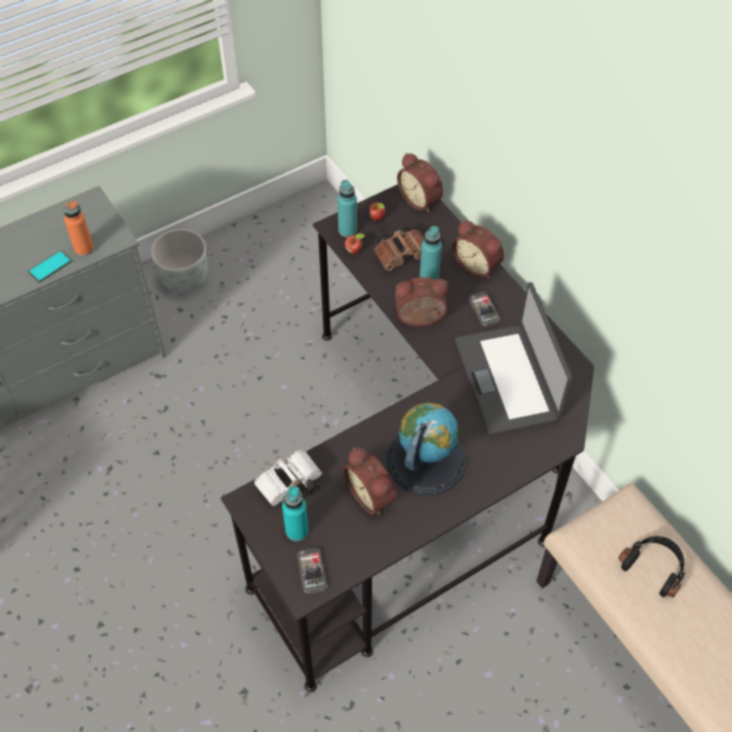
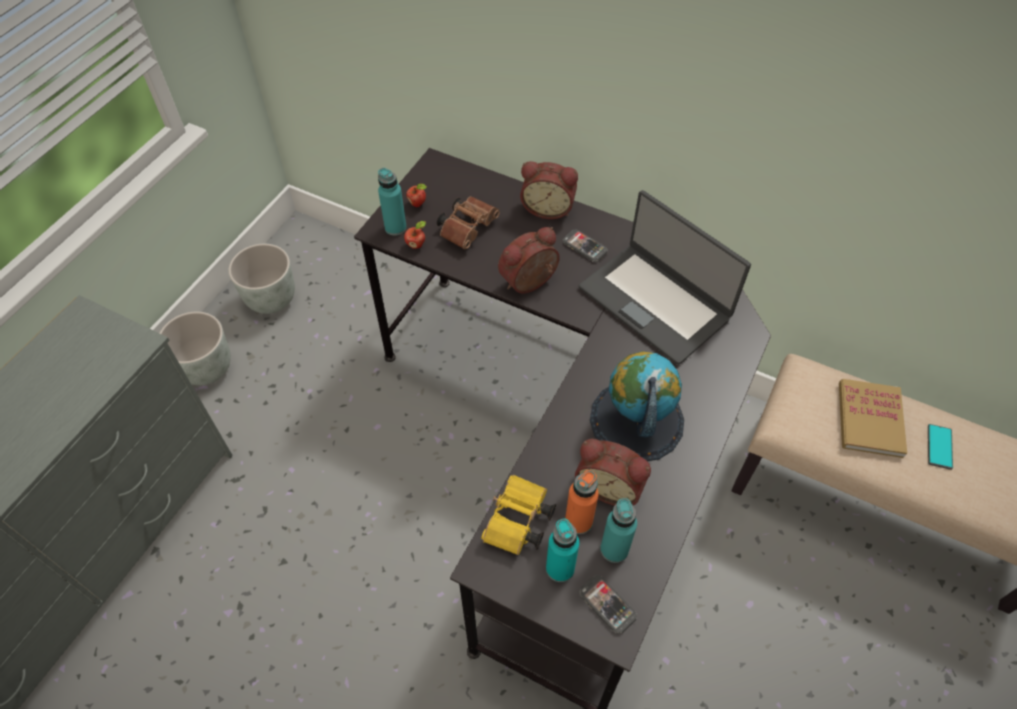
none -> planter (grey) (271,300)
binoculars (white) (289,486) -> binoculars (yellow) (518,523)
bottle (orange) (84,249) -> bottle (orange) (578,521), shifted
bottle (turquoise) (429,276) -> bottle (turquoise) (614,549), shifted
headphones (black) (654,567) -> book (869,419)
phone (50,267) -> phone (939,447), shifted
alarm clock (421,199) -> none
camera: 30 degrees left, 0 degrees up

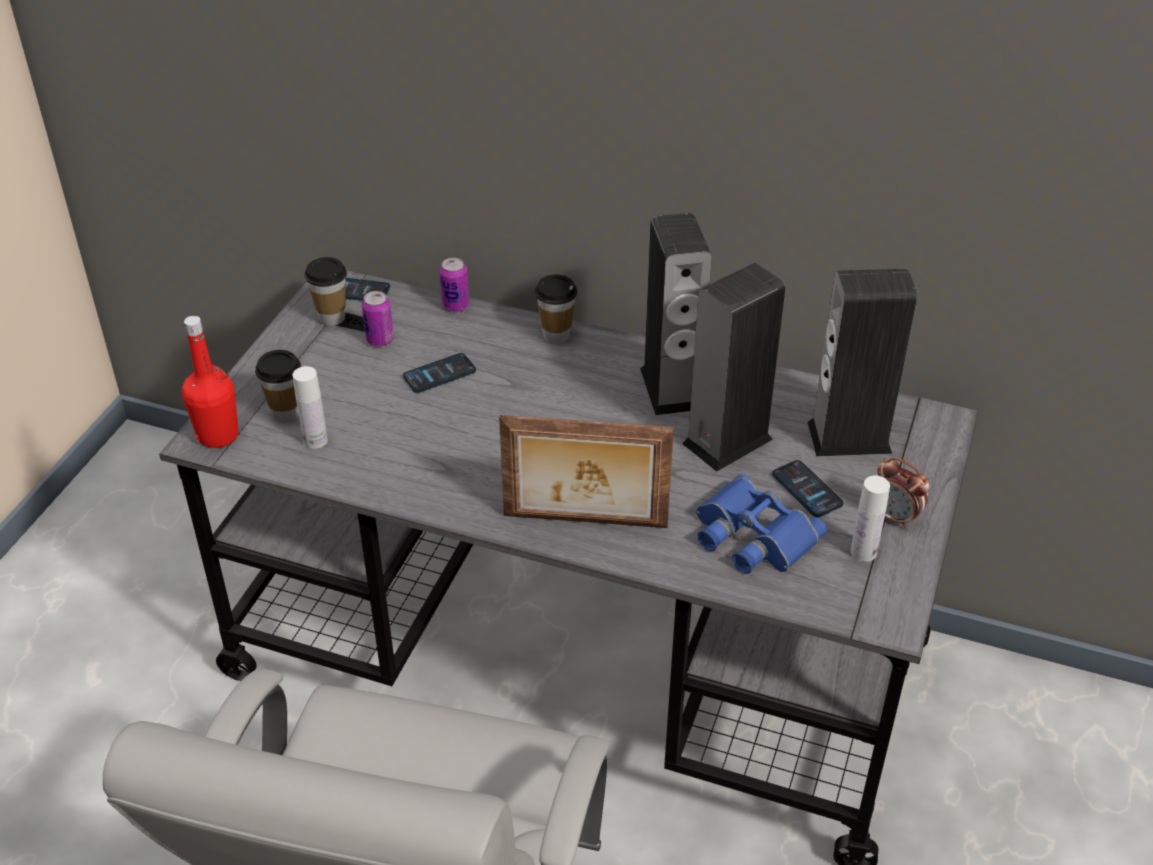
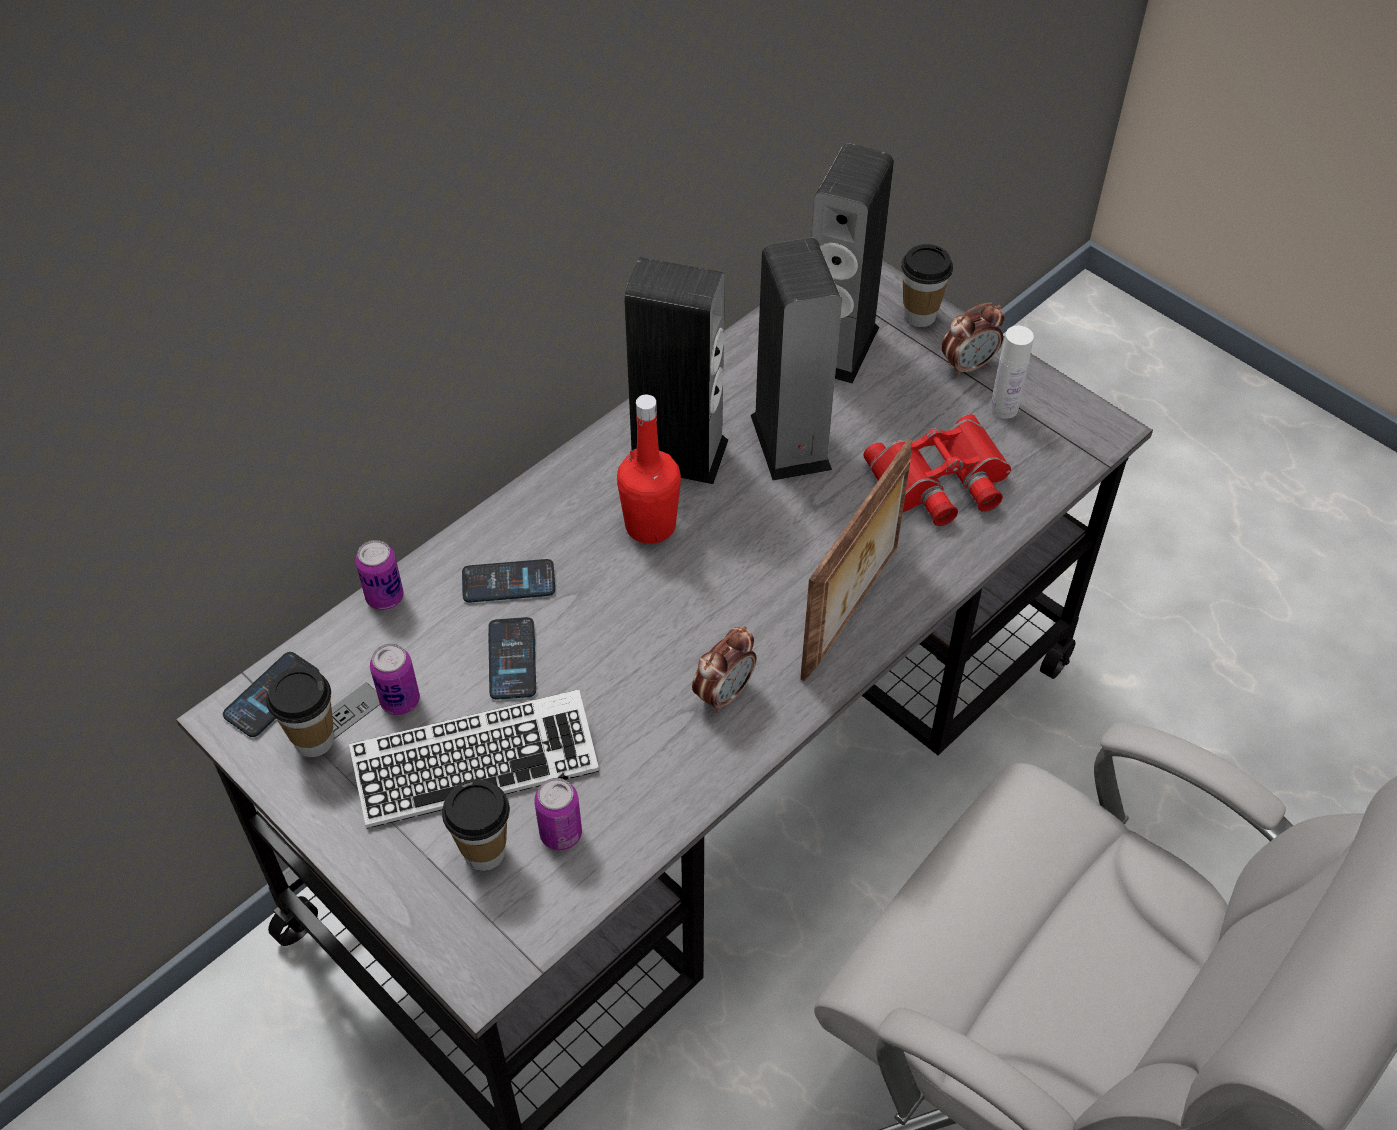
none -> keyboard (476,765)
phone (807,489) -> phone (508,582), shifted
bottle (white) (315,440) -> can (561,834)
bottle (red) (218,435) -> bottle (red) (650,525), shifted
none -> alarm clock (724,694)
binoculars (blue) (751,536) -> binoculars (red) (941,482)
cup (556,335) -> cup (919,316), shifted
camera: 65 degrees left, 10 degrees up

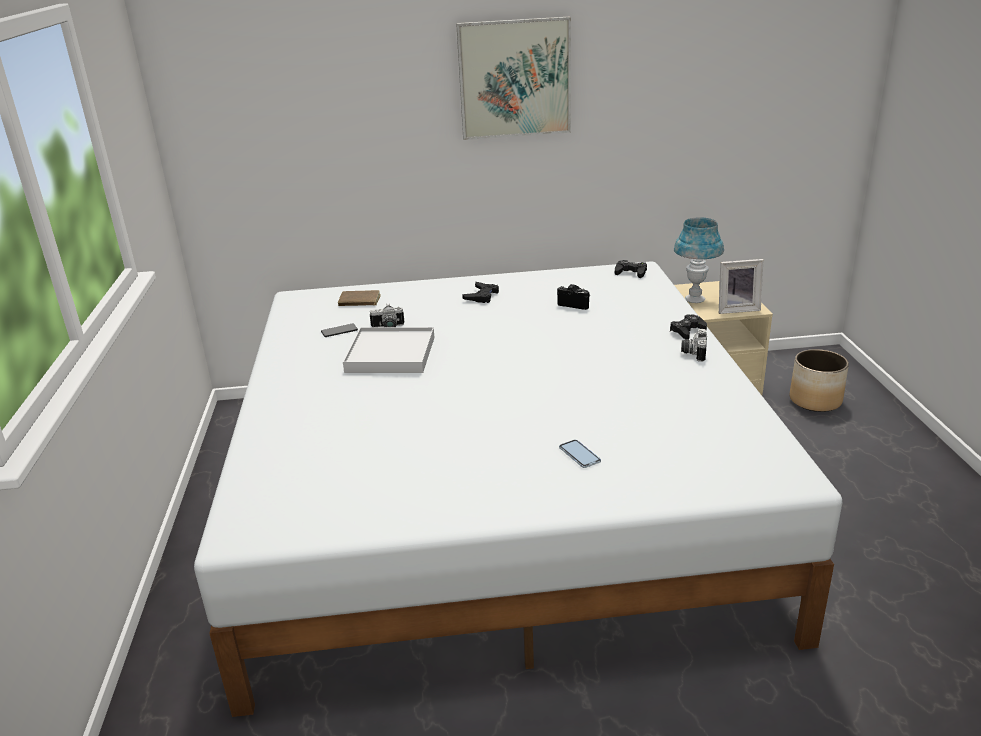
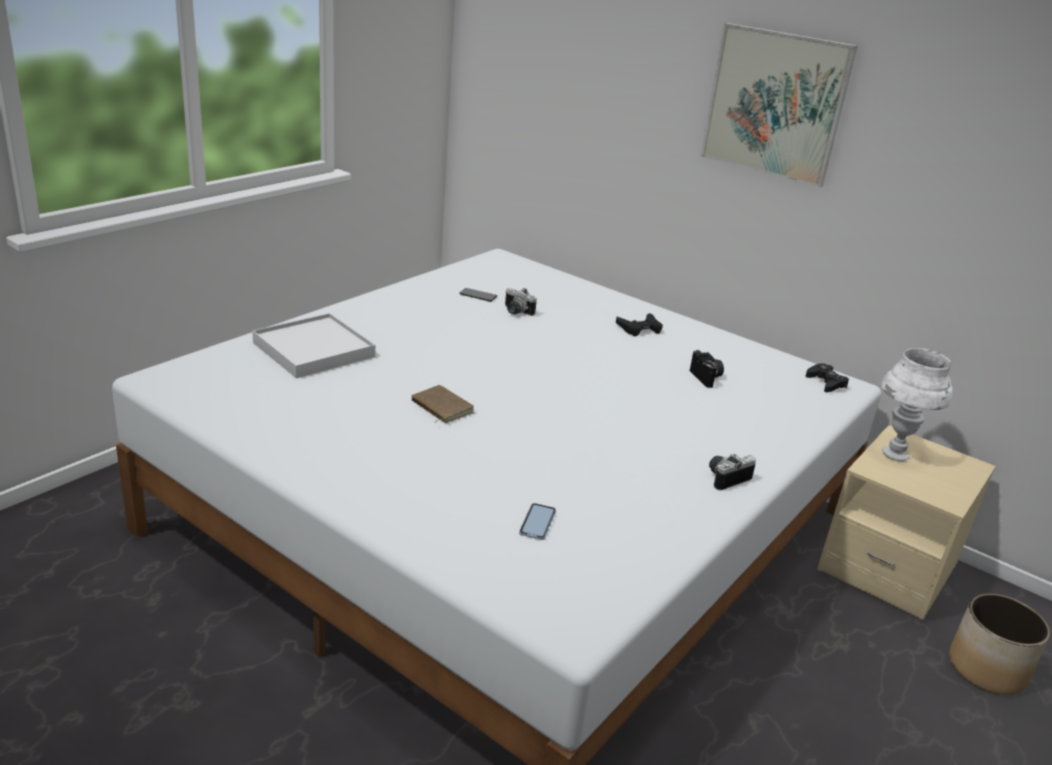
tray (white) (390,354) -> tray (white) (313,350), shifted
book (brown) (359,301) -> book (brown) (440,408), shifted
phone (579,455) -> phone (537,522), shifted
table lamp (blue) (694,299) -> table lamp (white) (895,454)
game controller (black) (687,331) -> none
picture frame (736,309) -> none
camera: 40 degrees right, 0 degrees up

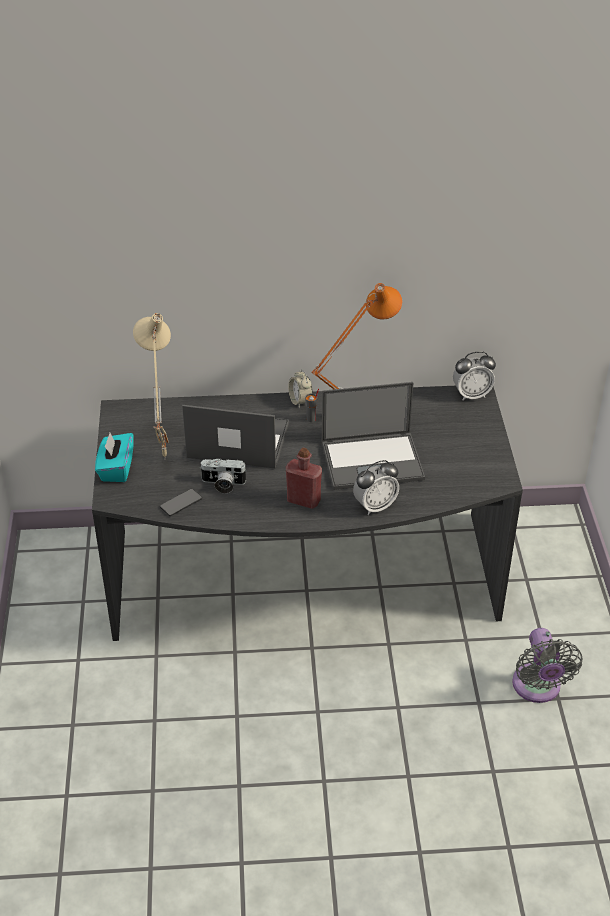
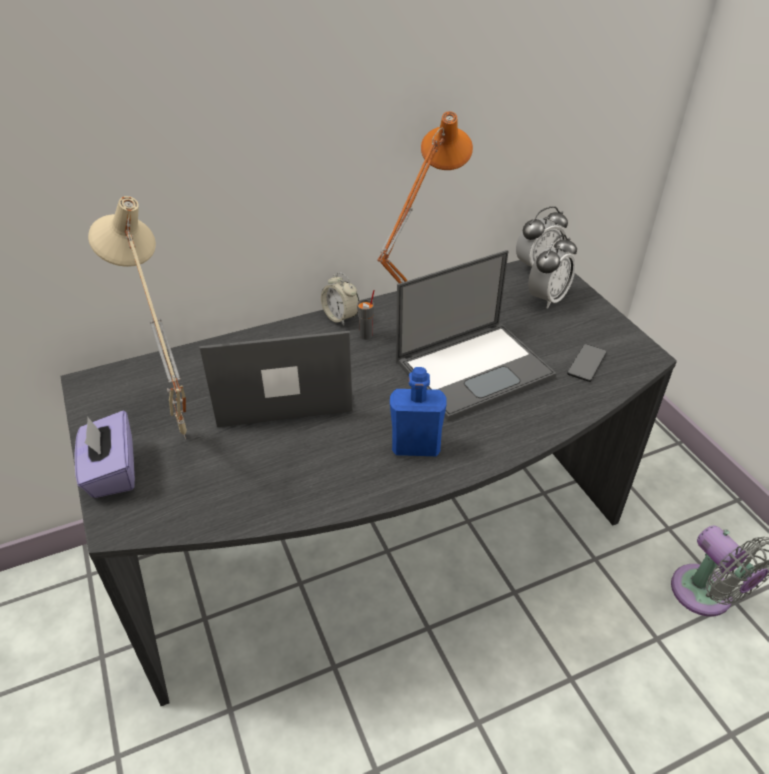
tissue box (turquoise) (116,469) -> tissue box (purple) (112,472)
bottle (red) (303,500) -> bottle (blue) (416,447)
alarm clock (375,506) -> alarm clock (547,298), shifted
phone (181,503) -> phone (586,363), shifted
photo camera (223,484) -> none
camera: 20 degrees left, 0 degrees up

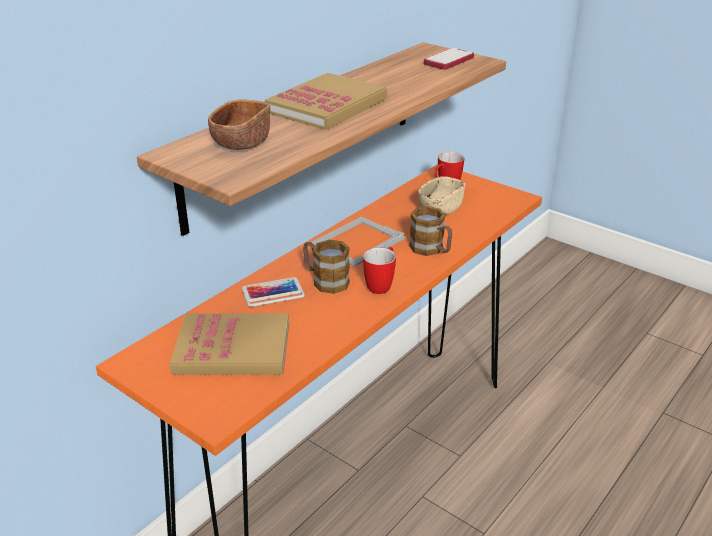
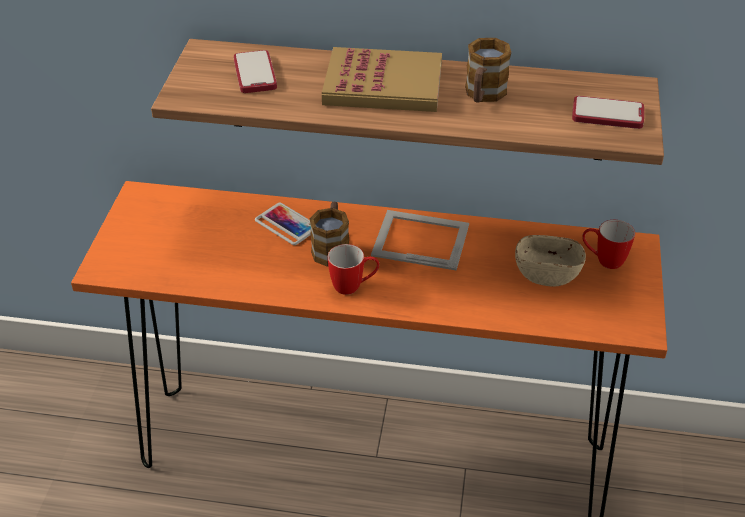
bowl (brown) (242,142) -> phone (255,73)
mug (431,250) -> mug (483,95), shifted
book (232,349) -> none
camera: 60 degrees right, 10 degrees up

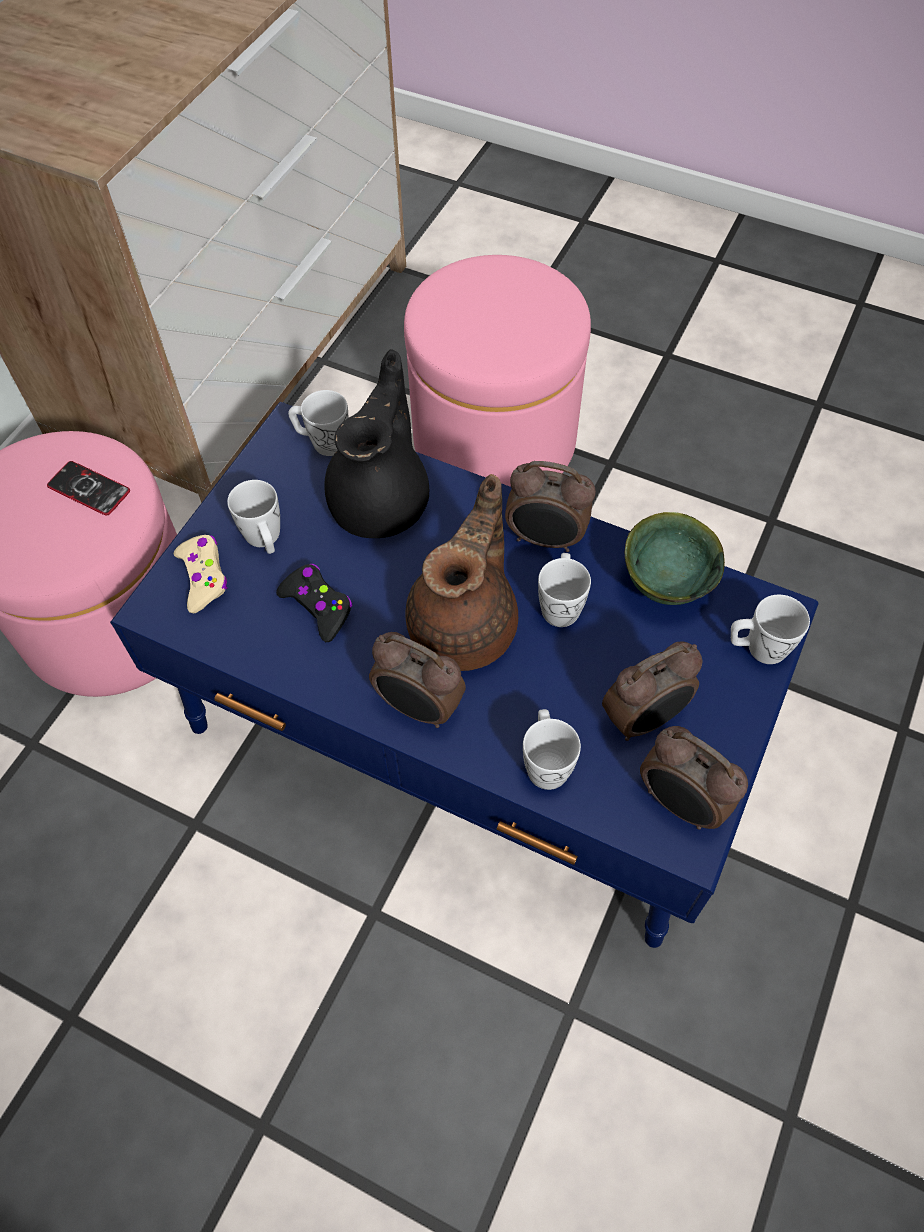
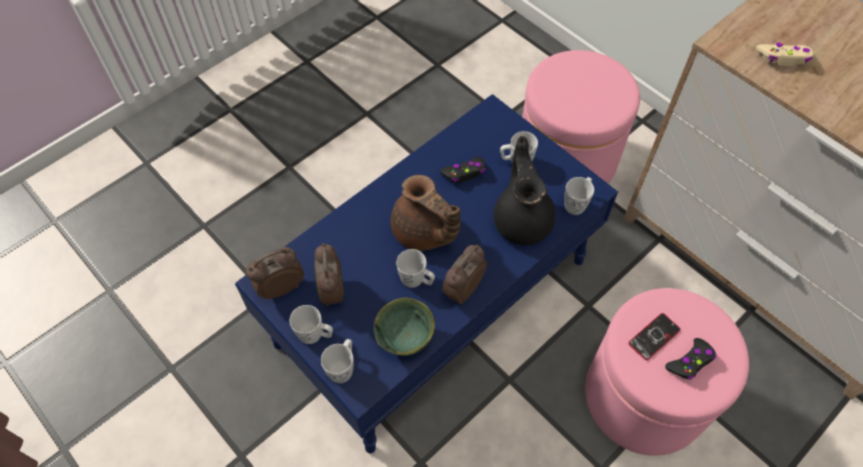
mug (white) (546,762) -> mug (white) (315,335), shifted
teapot (black) (382,500) -> teapot (black) (522,220), 135 degrees counterclockwise
phone (89,489) -> phone (654,337), shifted
none -> game controller (black) (690,362)
game controller (beige) (204,577) -> game controller (beige) (783,58), shifted
alarm clock (419,708) -> none
camera: 110 degrees right, 0 degrees up

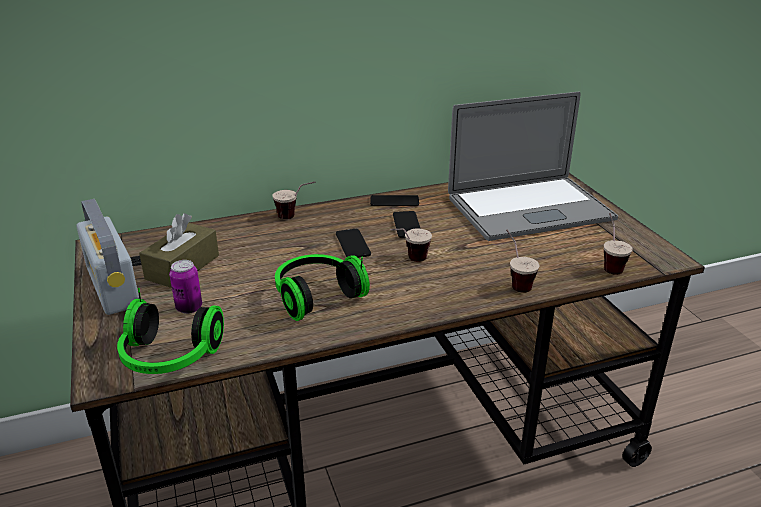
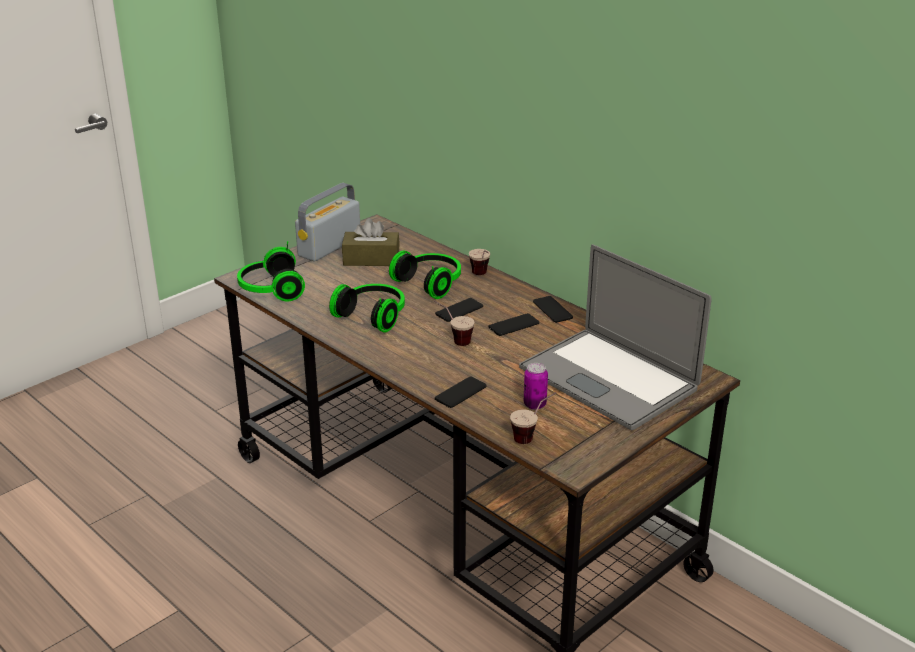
none -> headphones (431,283)
cup (515,282) -> phone (460,393)
can (189,308) -> can (534,404), shifted
camera: 65 degrees right, 0 degrees up

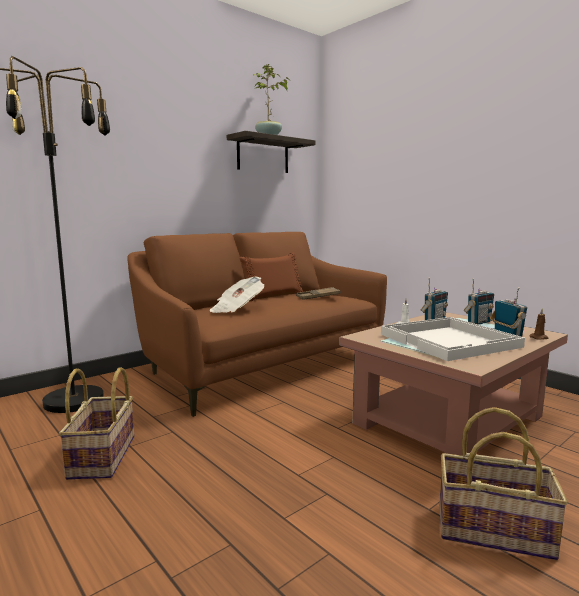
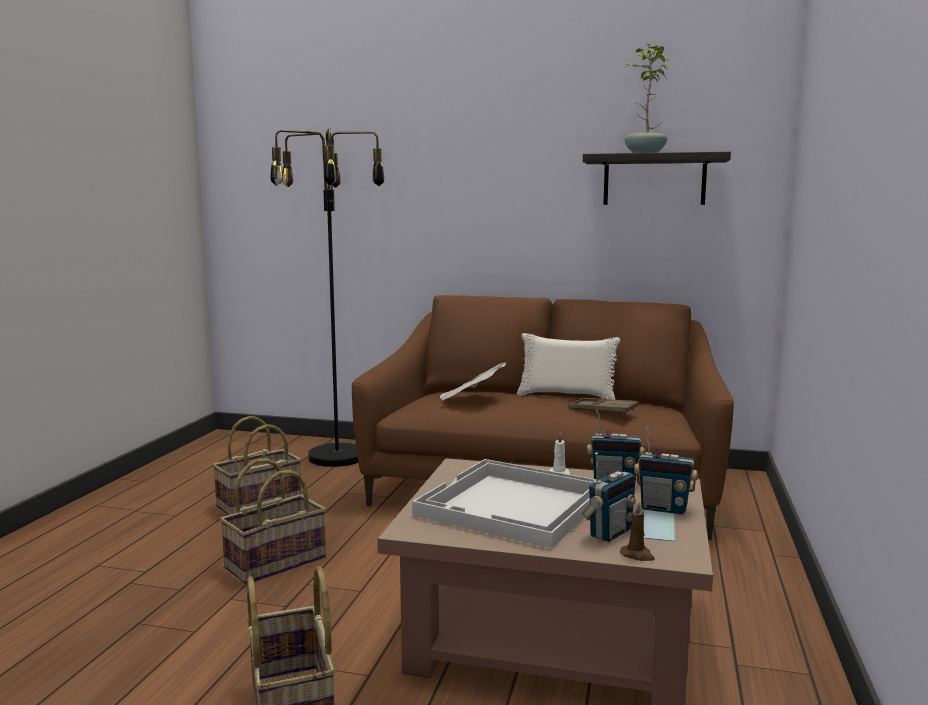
none -> basket (275,562)
pillow (brown) (273,296) -> pillow (white) (566,396)
camera: 55 degrees right, 0 degrees up

